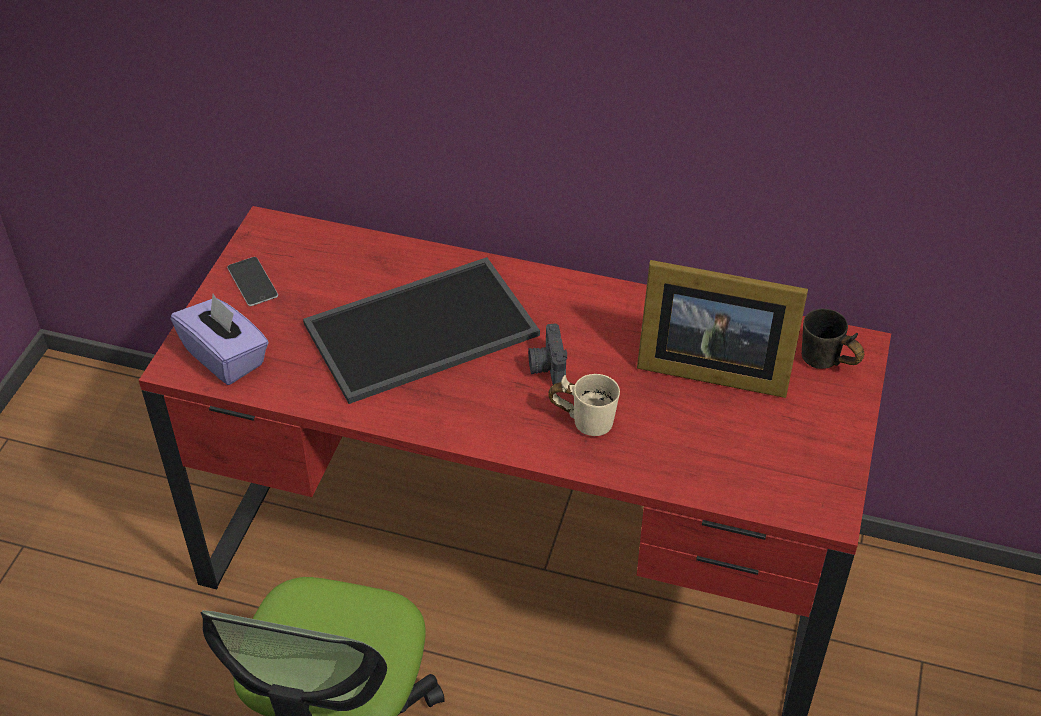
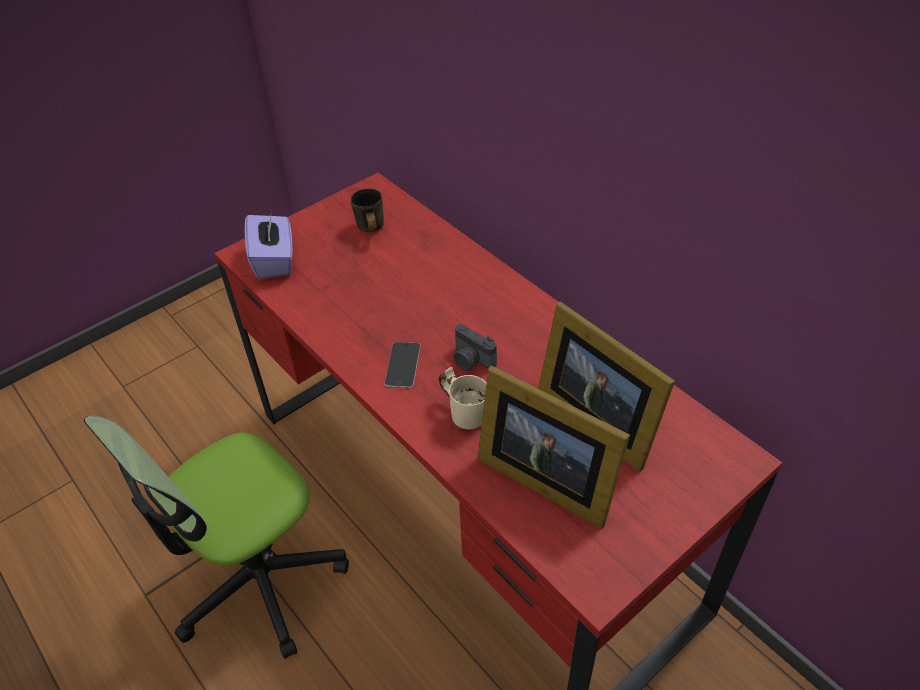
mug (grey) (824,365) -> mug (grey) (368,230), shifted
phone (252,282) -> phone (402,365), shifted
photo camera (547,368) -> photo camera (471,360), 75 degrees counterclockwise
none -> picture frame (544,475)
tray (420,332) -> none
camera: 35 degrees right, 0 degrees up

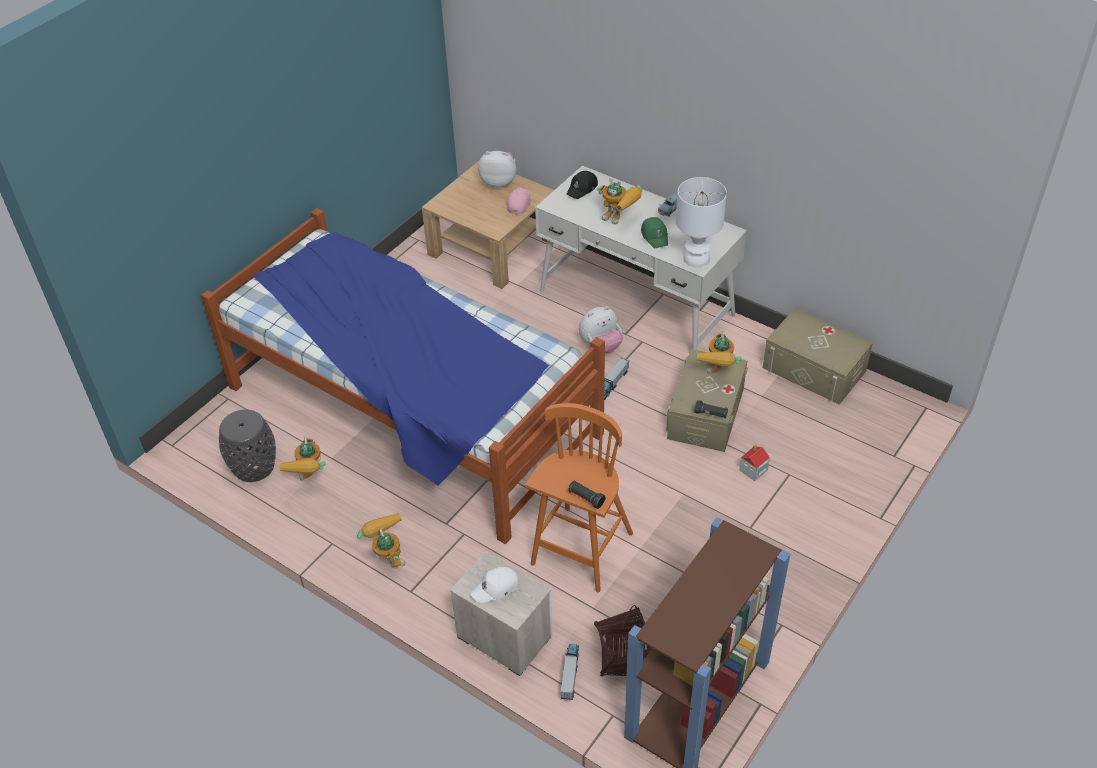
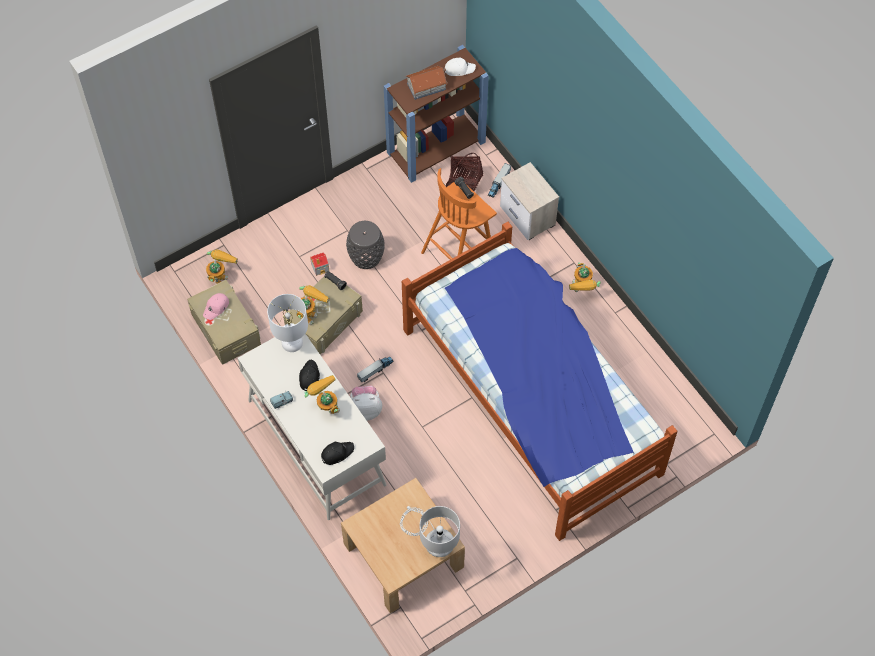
cap (pink) (519,203) -> cap (pink) (216,307), shifted
toy robot (310,479) -> toy robot (221,276), shifted
cap (green) (655,236) -> cap (black) (309,377)
stool (grey) (254,467) -> stool (grey) (366,257), shifted
none -> table lamp (grey) (429,537)
none -> toy house (426,86)
cap (white) (496,588) -> cap (white) (459,69), shifted
plush toy (499,182) -> none
camera: 160 degrees left, 15 degrees up

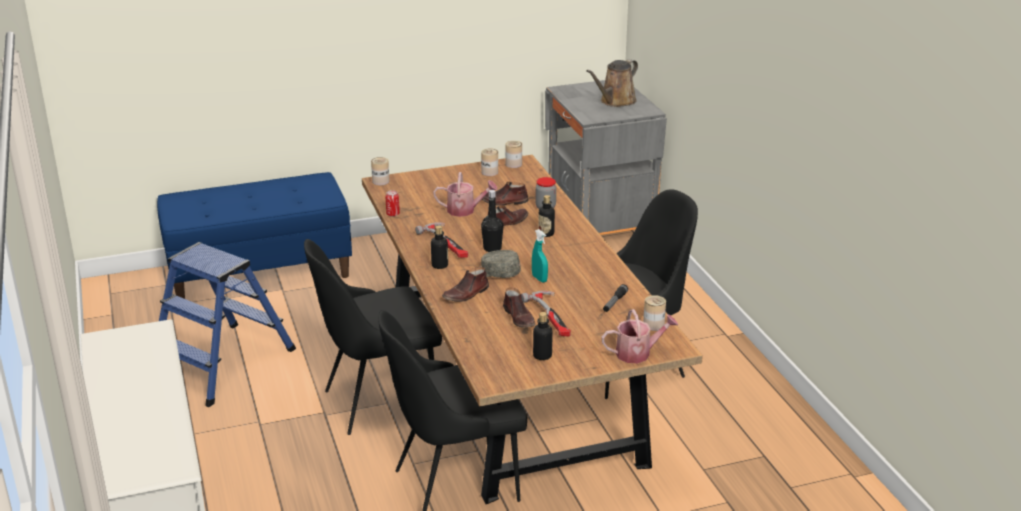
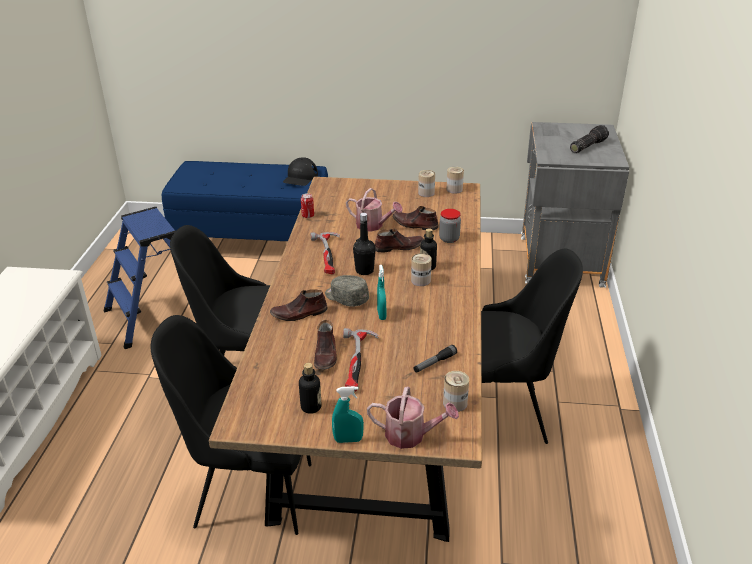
none -> cap (black) (300,177)
none -> spray bottle (turquoise) (348,440)
can (380,181) -> can (420,280), shifted
watering can (brown) (615,101) -> flashlight (587,146)
bottle (439,265) -> none
camera: 25 degrees right, 5 degrees up

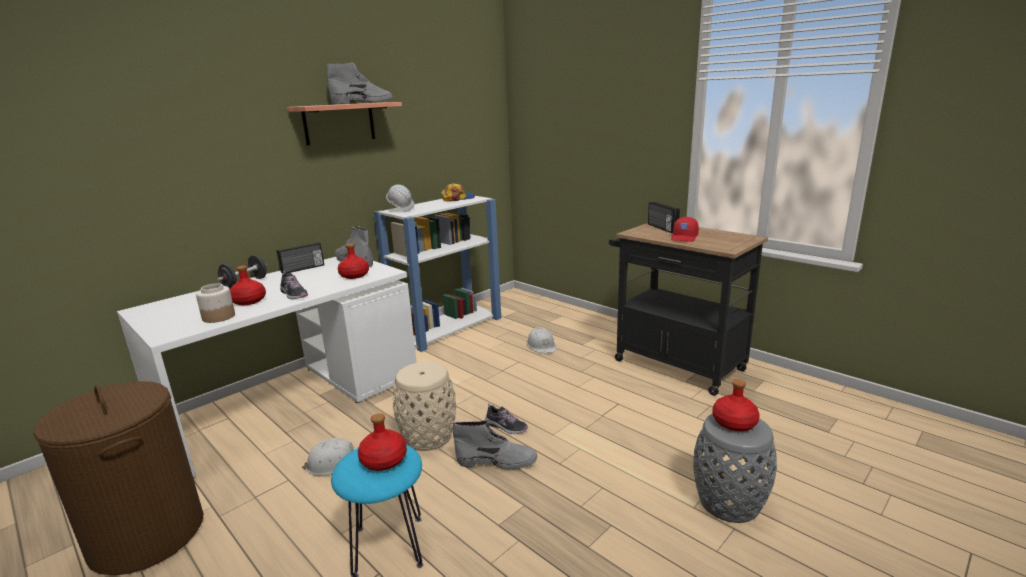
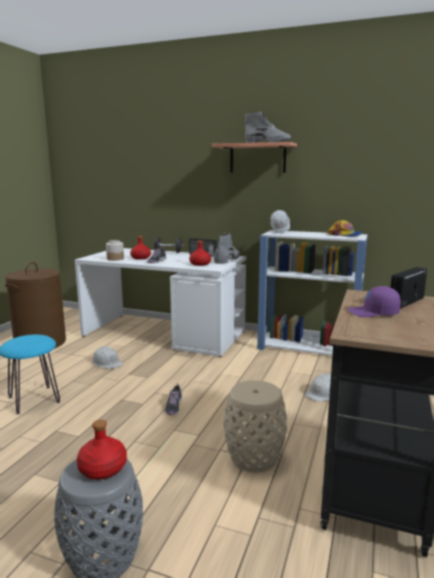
stool (beige) (428,437) -> stool (beige) (254,457), shifted
cap (red) (684,238) -> cap (purple) (373,313)
bottle (red) (384,460) -> none
boot (grey) (497,461) -> none
camera: 65 degrees right, 5 degrees down

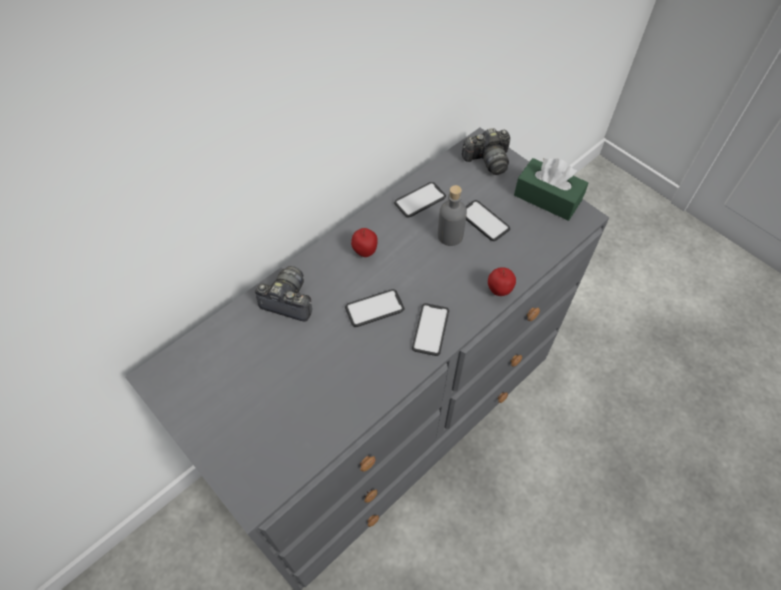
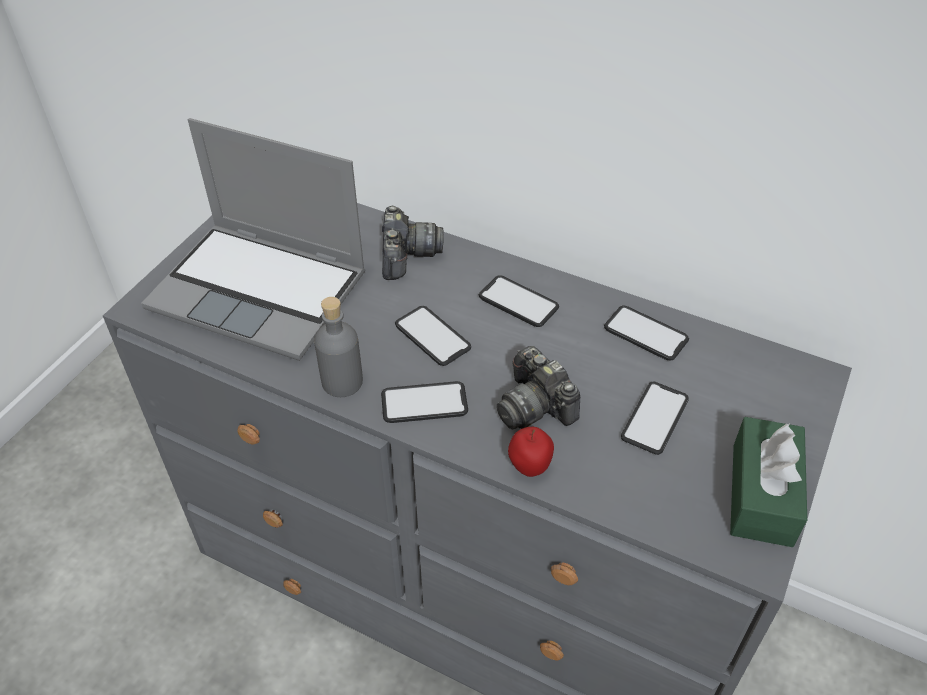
none -> laptop (262,291)
bottle (grey) (450,236) -> bottle (grey) (342,381), shifted
apple (365,252) -> phone (518,302)
photo camera (487,160) -> photo camera (535,406), shifted
camera: 70 degrees right, 10 degrees down

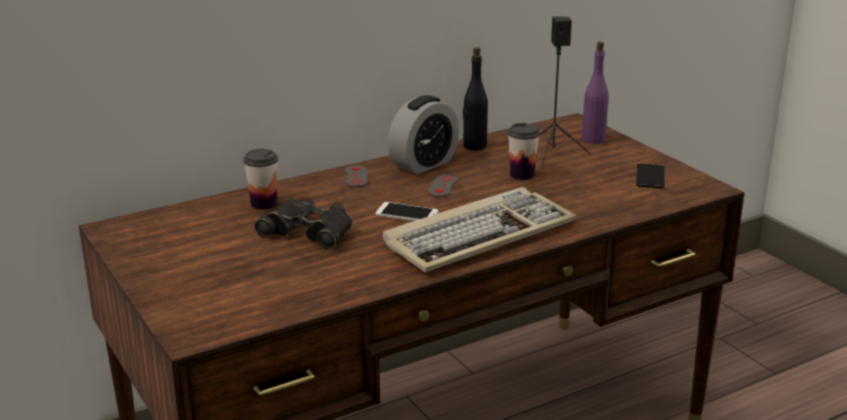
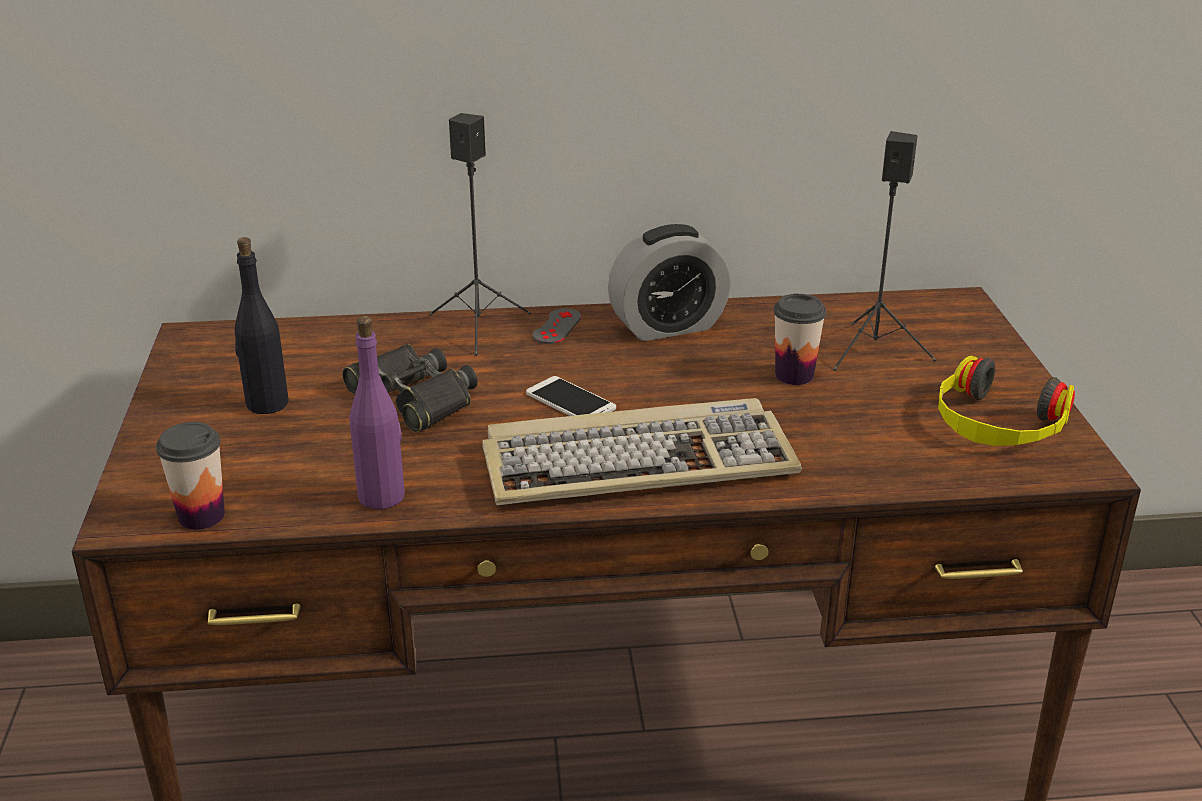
cup (263,204) -> cup (201,516), shifted
bottle (black) (474,146) -> bottle (black) (266,404), shifted
bottle (purple) (593,139) -> bottle (purple) (382,496), shifted
none -> speaker (black) (479,326)
phone (650,177) -> headphones (997,424)
game controller (grey) (443,186) -> none
camera: 25 degrees right, 5 degrees up

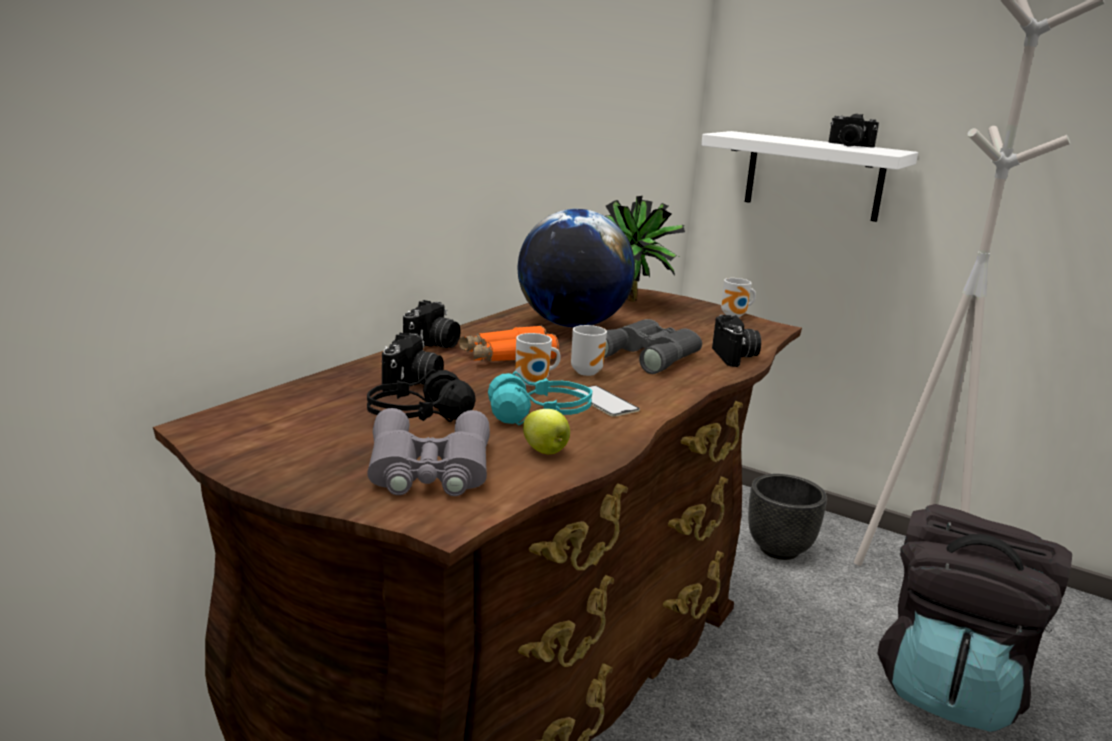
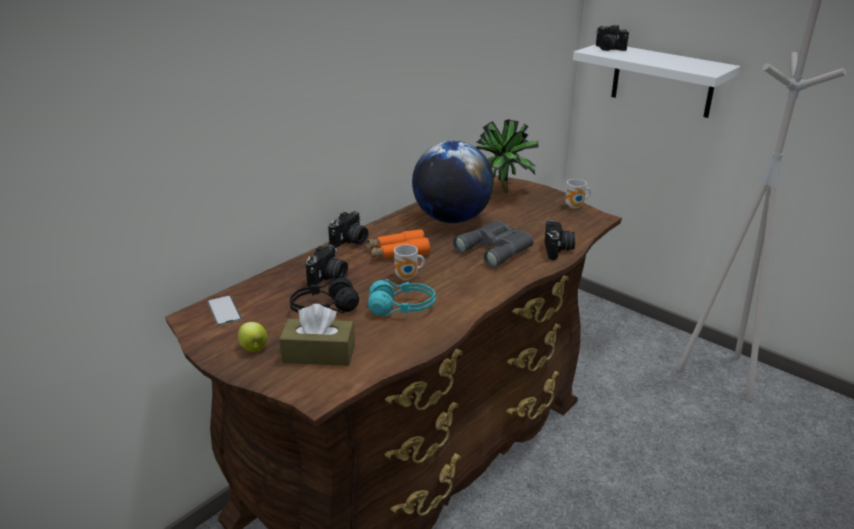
phone (603,402) -> phone (224,311), shifted
apple (546,452) -> apple (254,348), shifted
binoculars (grey) (428,469) -> tissue box (brown) (319,353)
photo camera (848,145) -> photo camera (607,49), shifted
mug (586,371) -> none
planter (black) (778,549) -> none
backpack (black) (951,686) -> none
camera: 10 degrees right, 10 degrees up

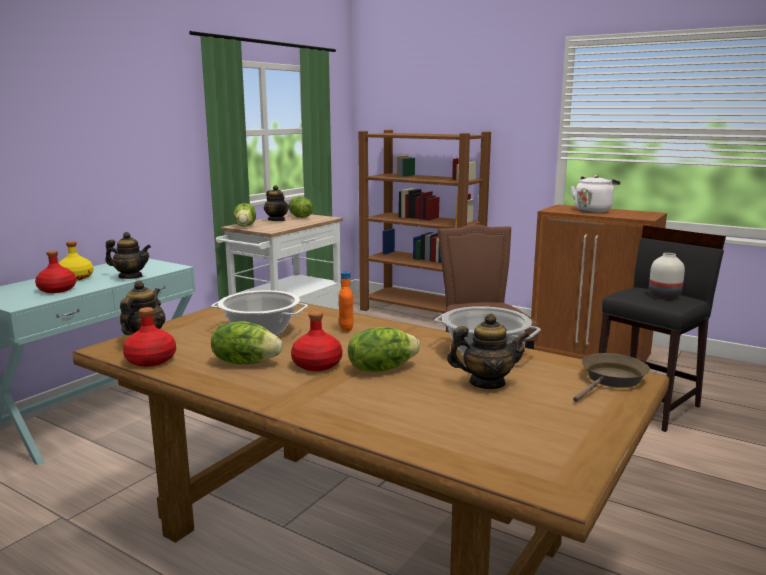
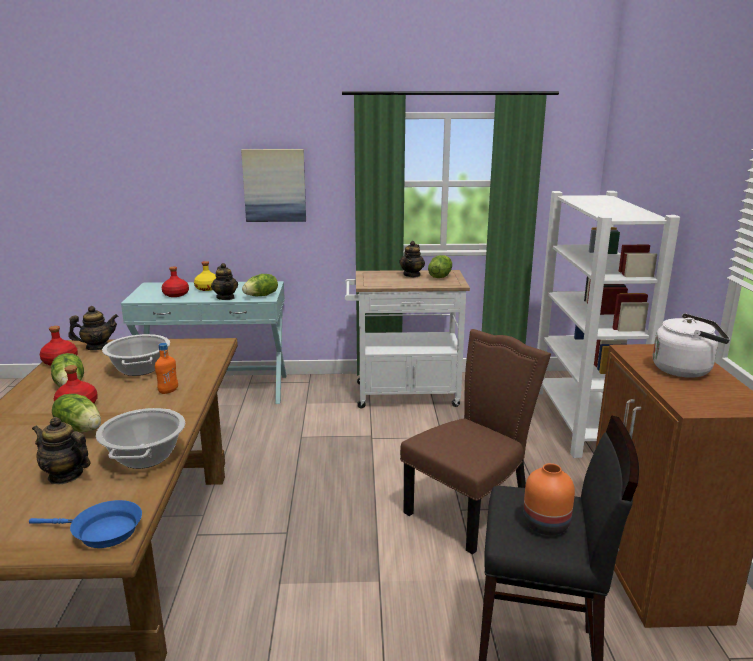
frying pan (brown) (611,380) -> frying pan (blue) (101,532)
teapot (486,383) -> teapot (65,475), 150 degrees clockwise
none -> picture (274,185)
lettuce (245,226) -> lettuce (261,296), shifted
vase (white) (665,296) -> vase (orange) (547,525)
bookcase (brown) (421,313) -> bookcase (white) (582,421)
camera: 55 degrees right, 5 degrees up

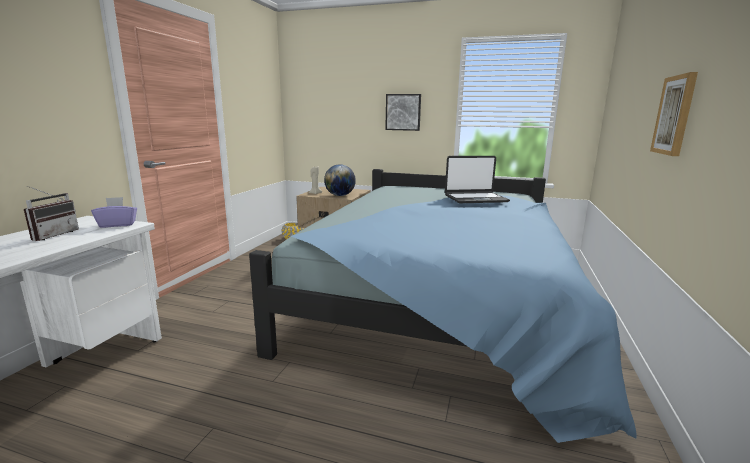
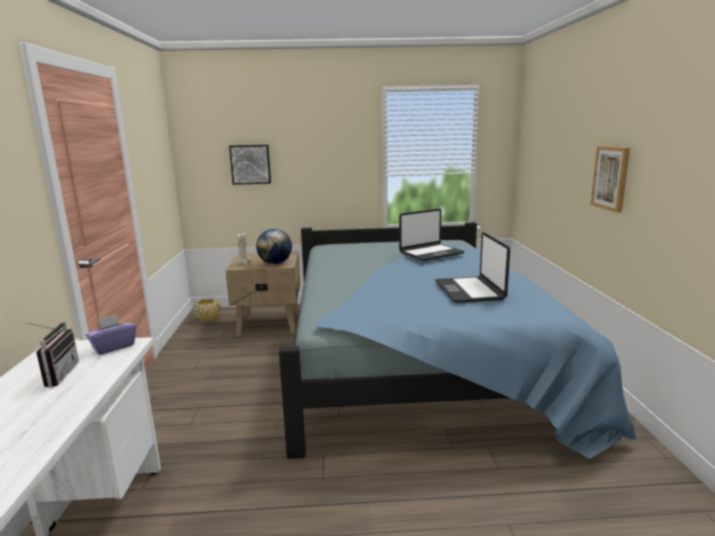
picture (403,112) -> picture (250,164), shifted
none -> laptop (470,290)
camera: 20 degrees left, 0 degrees up

